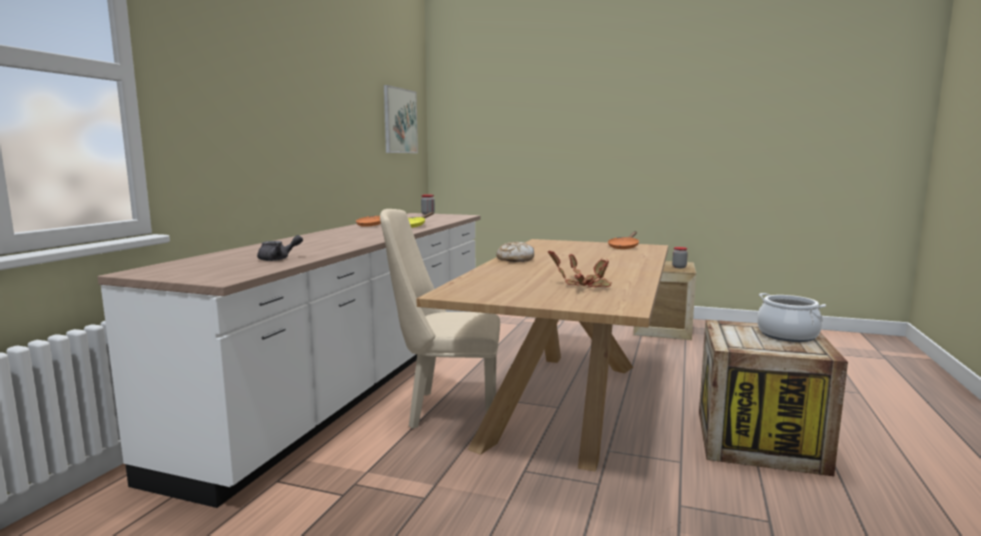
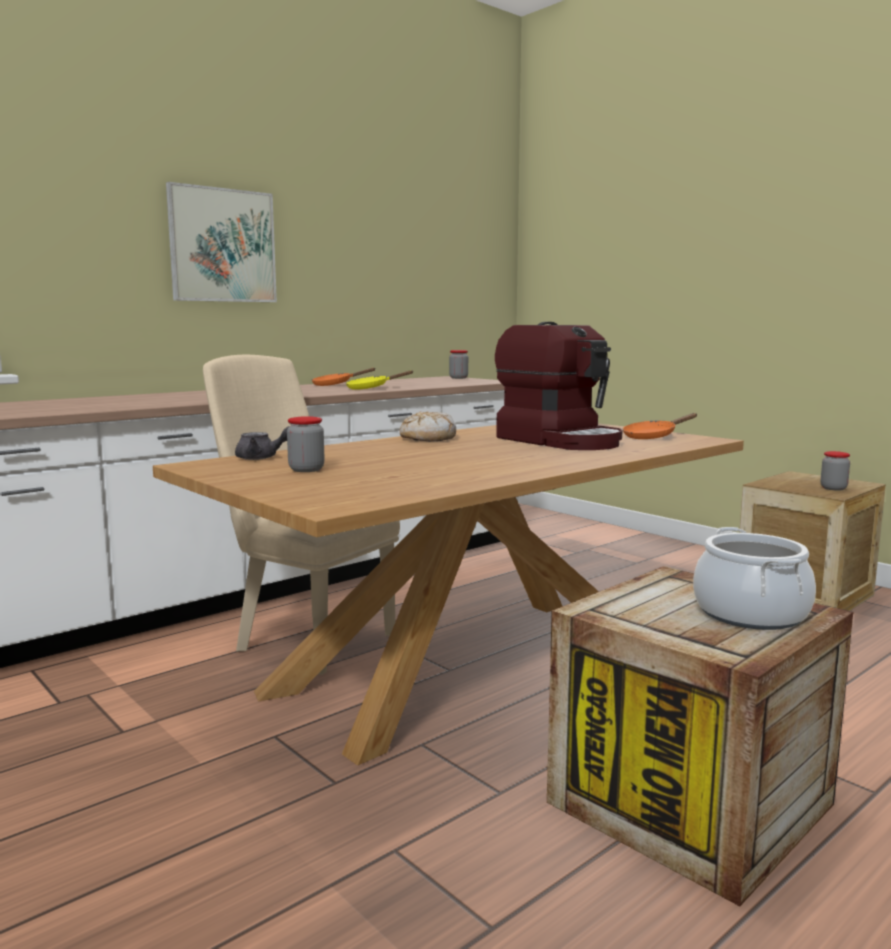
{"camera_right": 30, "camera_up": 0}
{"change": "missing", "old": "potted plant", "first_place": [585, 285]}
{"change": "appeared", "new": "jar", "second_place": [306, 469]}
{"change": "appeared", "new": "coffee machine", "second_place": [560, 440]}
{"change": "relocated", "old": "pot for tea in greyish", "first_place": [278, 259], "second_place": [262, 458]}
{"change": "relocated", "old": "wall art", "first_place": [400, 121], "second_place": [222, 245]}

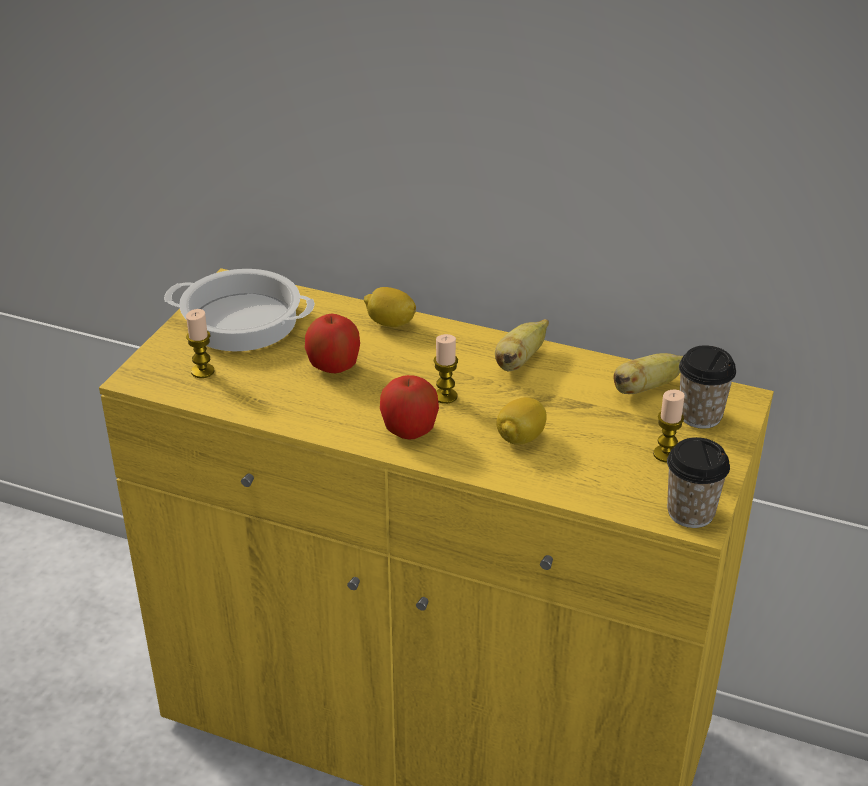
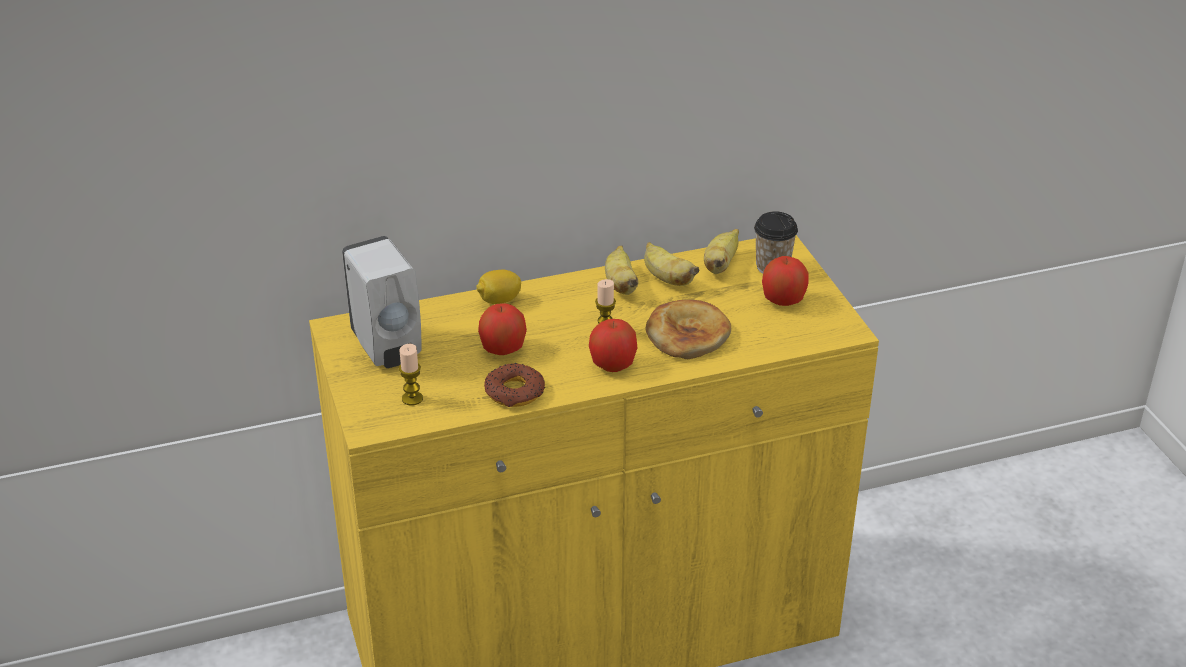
{"camera_right": -40, "camera_up": 0}
{"change": "missing", "old": "cup", "first_place": [690, 513]}
{"change": "appeared", "new": "donut", "second_place": [515, 392]}
{"change": "appeared", "new": "banana fruit", "second_place": [666, 278]}
{"change": "exchanged", "old": "stockpot", "new": "liquid soap bottle in white-coloured", "first_place": [243, 320], "second_place": [388, 349]}
{"change": "exchanged", "old": "citrus fruit", "new": "bakery bread", "first_place": [520, 438], "second_place": [687, 334]}
{"change": "exchanged", "old": "candle", "new": "apple fruit", "first_place": [665, 454], "second_place": [783, 300]}

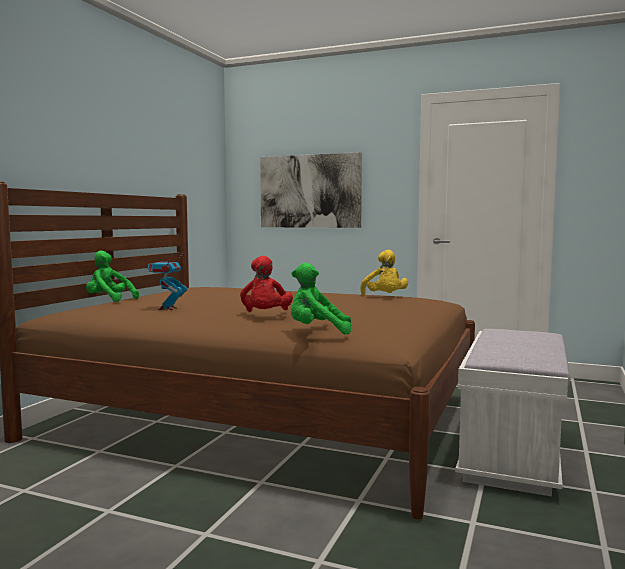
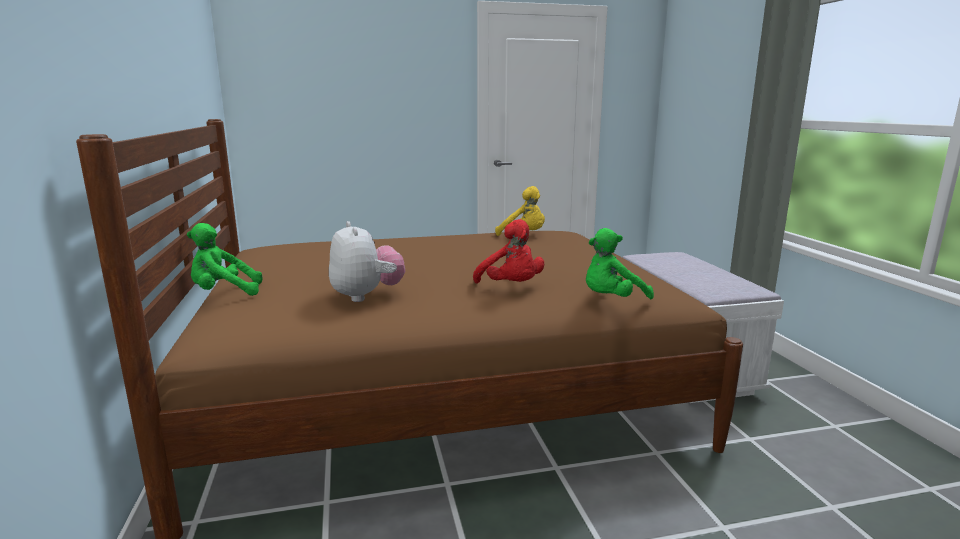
{"camera_right": -35, "camera_up": 10}
{"change": "missing", "old": "wall art", "first_place": [309, 191]}
{"change": "exchanged", "old": "model robot", "new": "soft toy", "first_place": [168, 308], "second_place": [366, 296]}

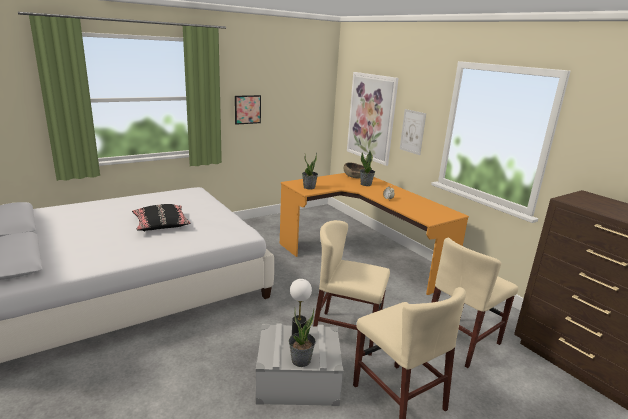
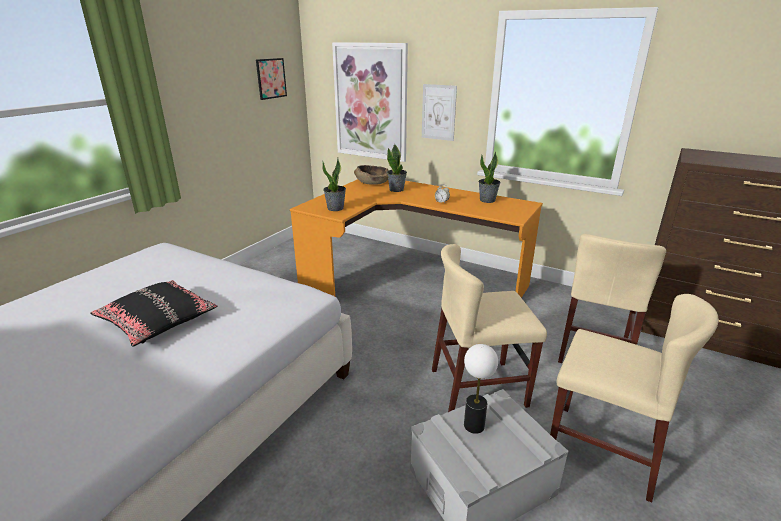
{"camera_right": -25, "camera_up": 5}
{"change": "relocated", "old": "wall art", "first_place": [247, 109], "second_place": [271, 78]}
{"change": "relocated", "old": "potted plant", "first_place": [301, 360], "second_place": [487, 200]}

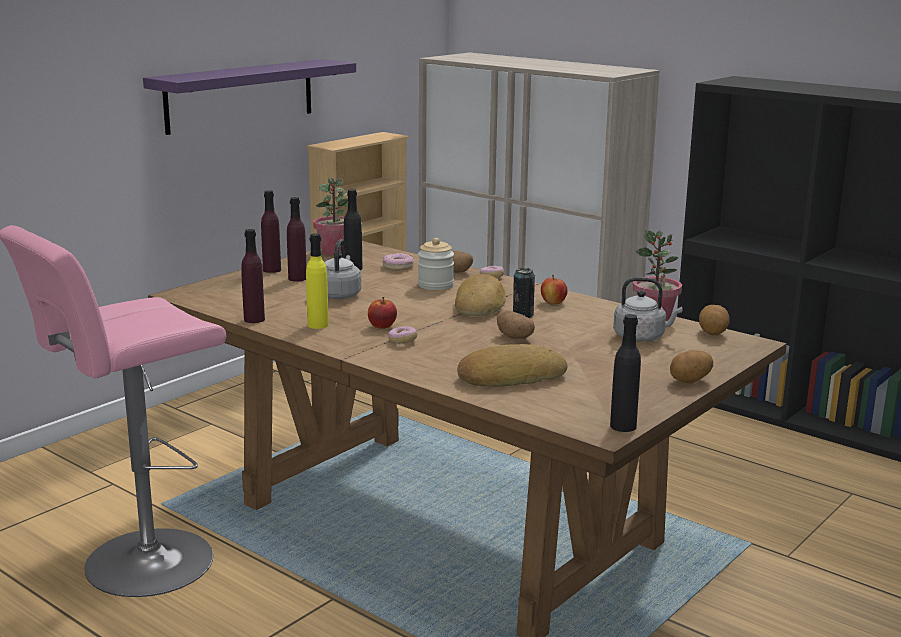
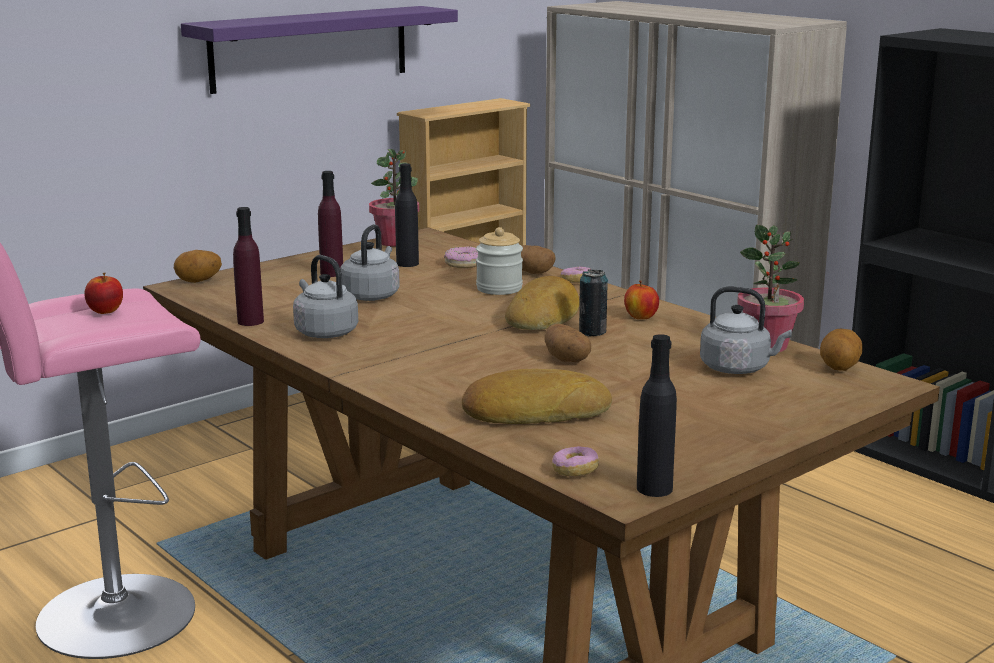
{"camera_right": 10, "camera_up": 0}
{"change": "missing", "old": "bottle in purple-coloured", "first_place": [272, 270]}
{"change": "relocated", "old": "apple fruit", "first_place": [382, 326], "second_place": [105, 311]}
{"change": "relocated", "old": "donut", "first_place": [402, 341], "second_place": [575, 471]}
{"change": "relocated", "old": "whole potato", "first_place": [690, 381], "second_place": [199, 281]}
{"change": "exchanged", "old": "bottle in yellowish", "new": "water kettle in greyish", "first_place": [318, 325], "second_place": [324, 332]}

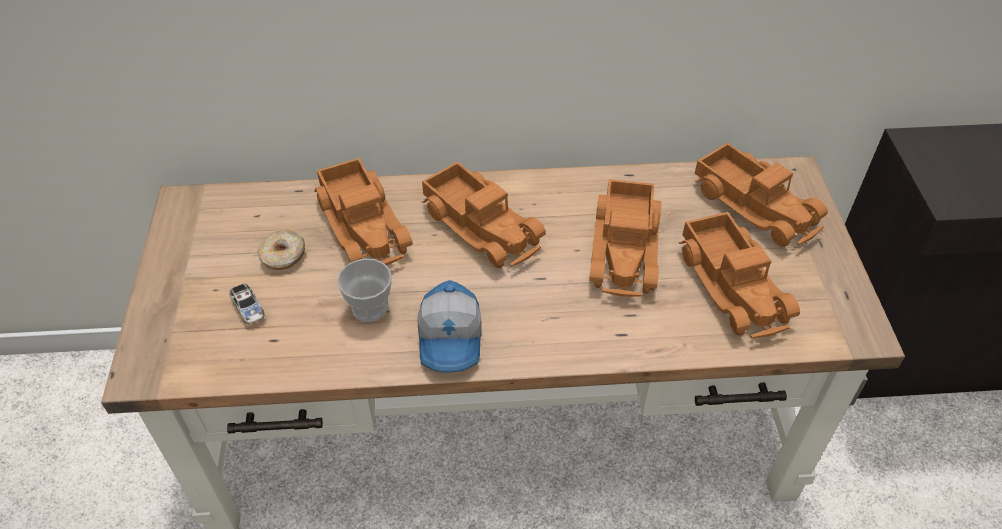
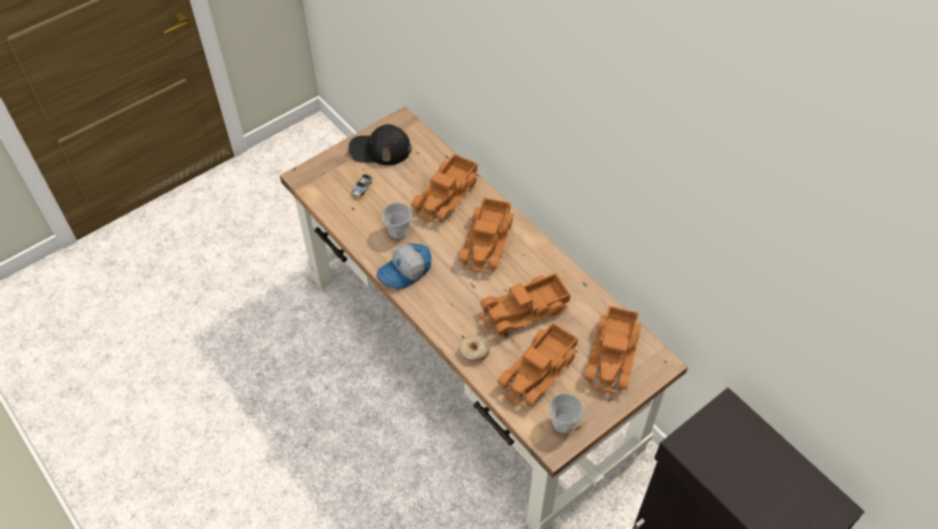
{"camera_right": 55, "camera_up": 5}
{"change": "appeared", "new": "cap in black-coloured", "second_place": [380, 149]}
{"change": "appeared", "new": "cup", "second_place": [563, 422]}
{"change": "relocated", "old": "donut", "first_place": [283, 256], "second_place": [474, 351]}

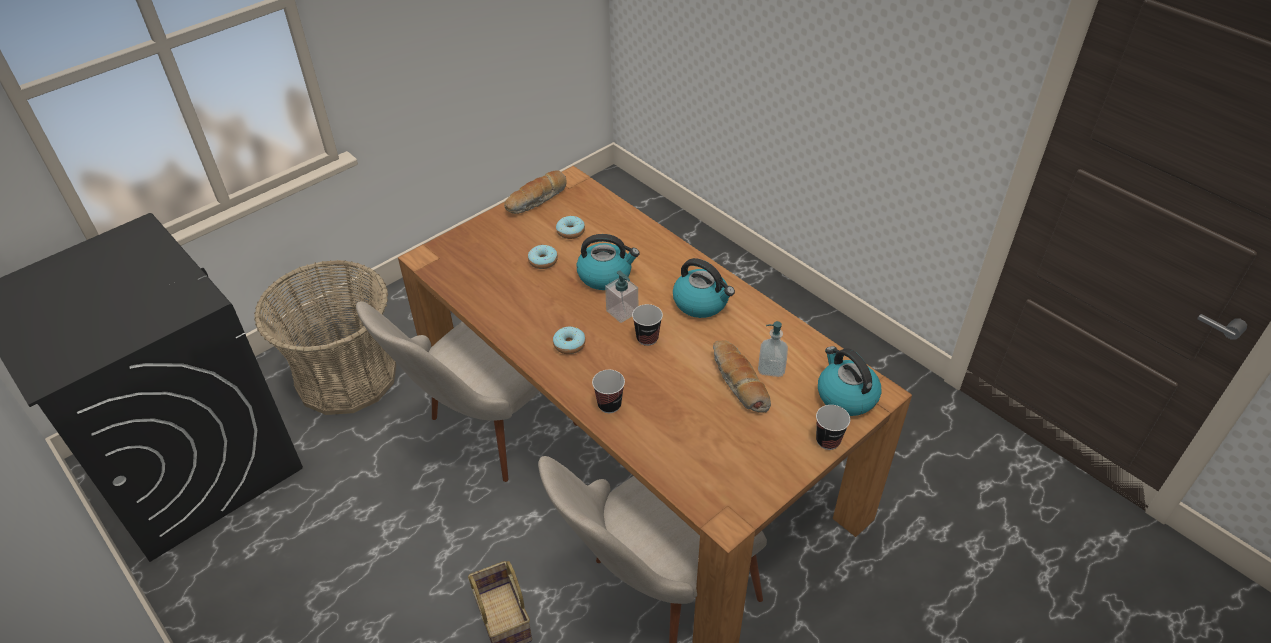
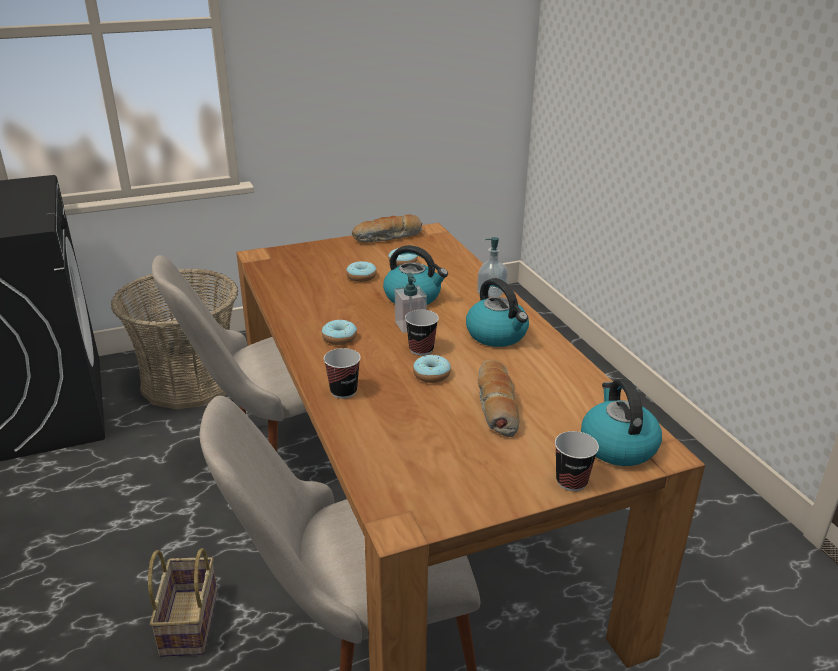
{"camera_right": 20, "camera_up": -15}
{"change": "appeared", "new": "donut", "second_place": [431, 375]}
{"change": "relocated", "old": "liquid soap bottle", "first_place": [771, 368], "second_place": [491, 293]}

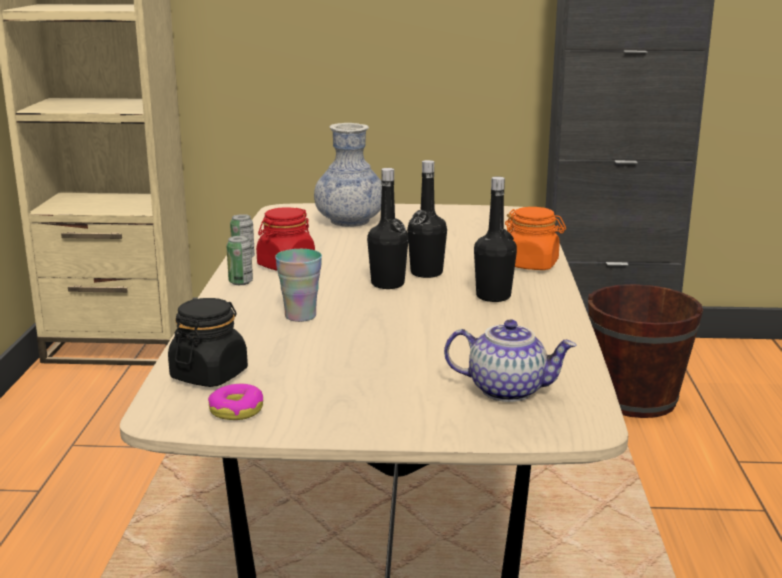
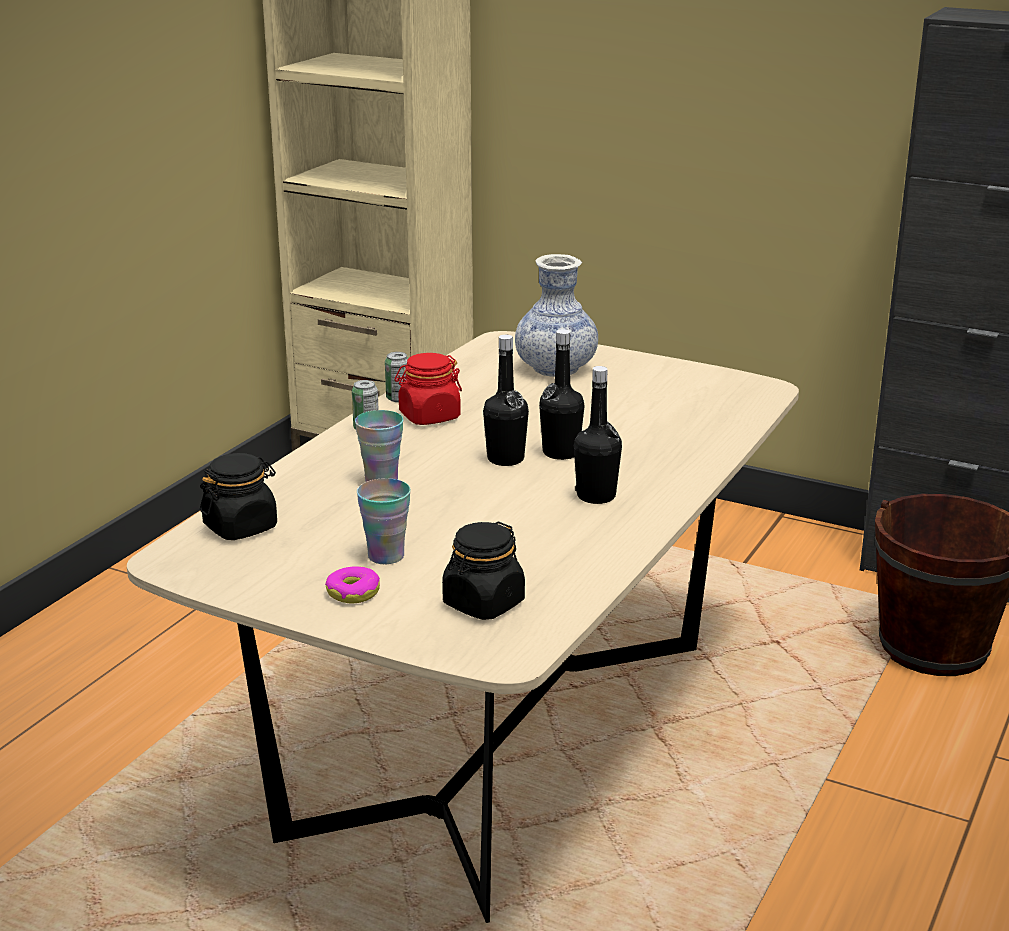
{"camera_right": 25, "camera_up": 5}
{"change": "missing", "old": "jar in orange-coloured", "first_place": [532, 264]}
{"change": "appeared", "new": "cup", "second_place": [386, 556]}
{"change": "relocated", "old": "donut", "first_place": [237, 410], "second_place": [353, 592]}
{"change": "exchanged", "old": "pot for tea", "new": "jar in black-coloured", "first_place": [508, 390], "second_place": [483, 604]}

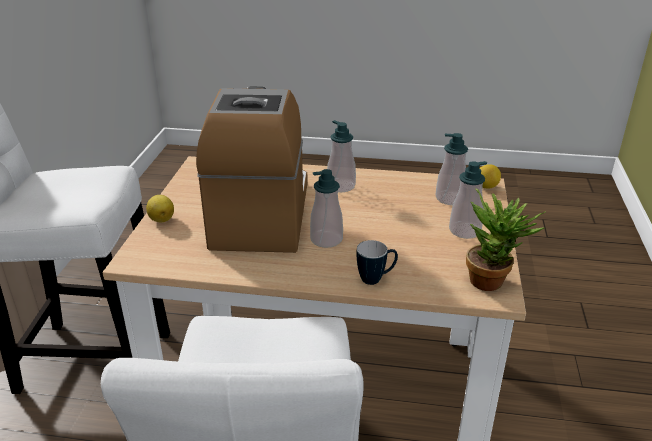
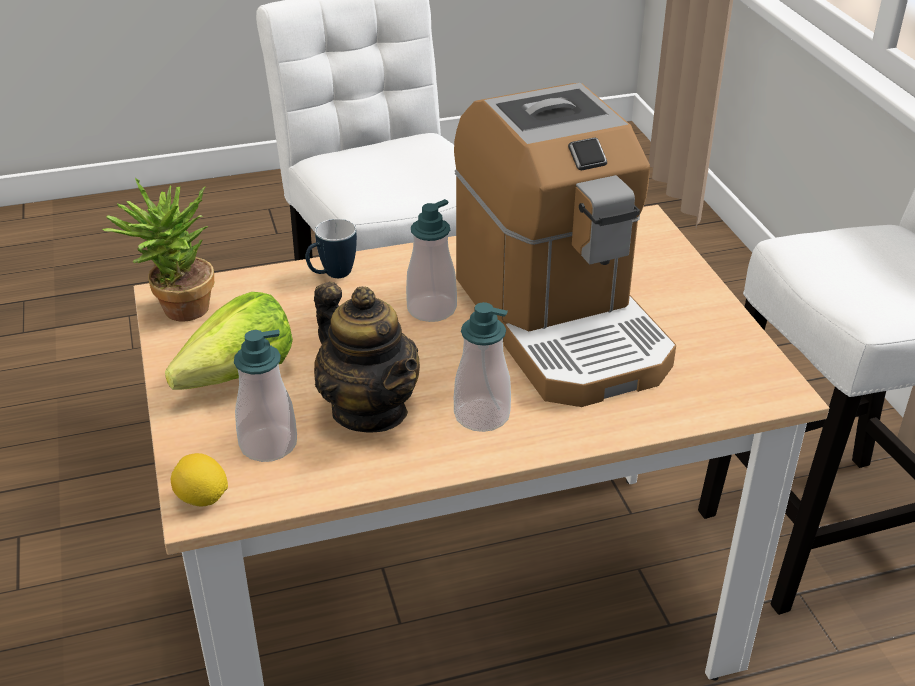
{"camera_right": 155, "camera_up": 5}
{"change": "missing", "old": "citrus fruit", "first_place": [162, 219]}
{"change": "appeared", "new": "pot for tea", "second_place": [370, 410]}
{"change": "exchanged", "old": "liquid soap bottle", "new": "head of lettuce", "first_place": [464, 231], "second_place": [228, 380]}

